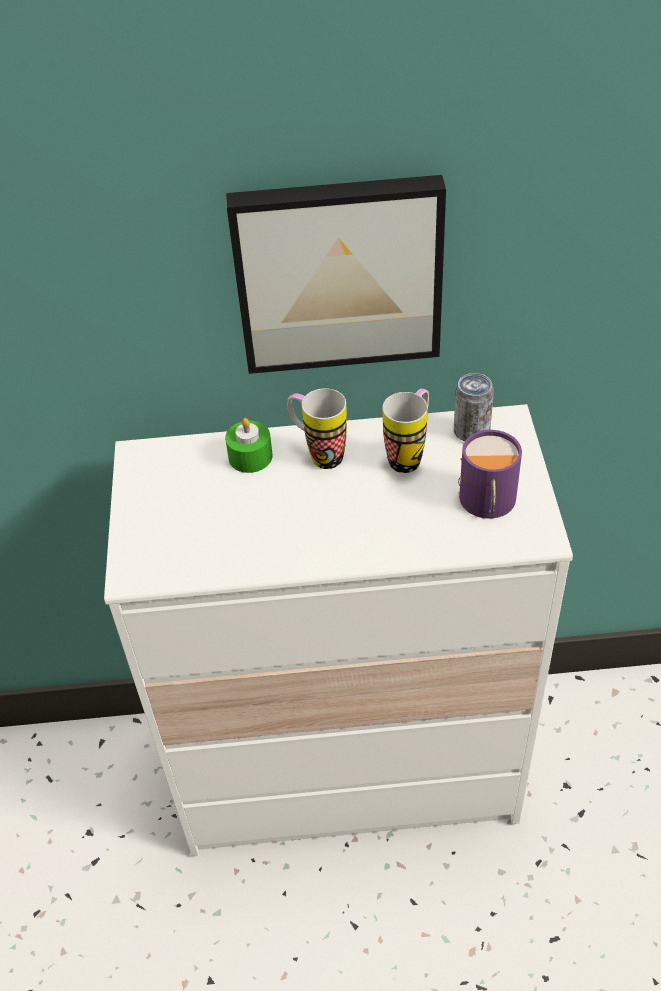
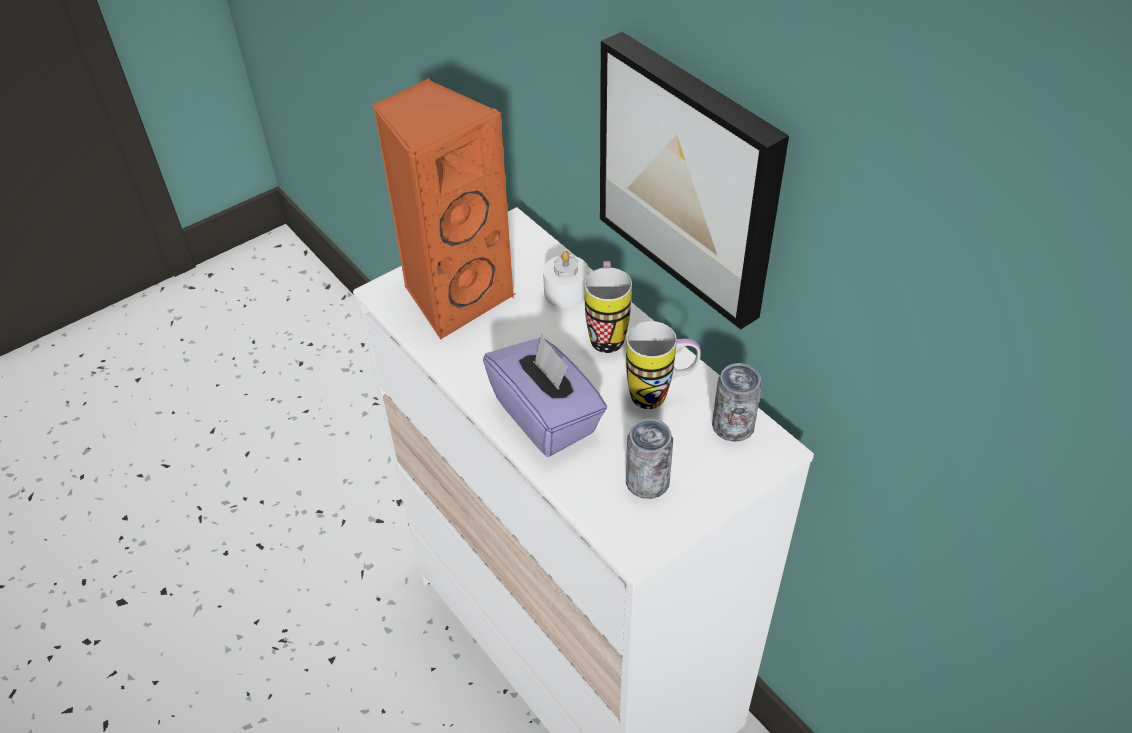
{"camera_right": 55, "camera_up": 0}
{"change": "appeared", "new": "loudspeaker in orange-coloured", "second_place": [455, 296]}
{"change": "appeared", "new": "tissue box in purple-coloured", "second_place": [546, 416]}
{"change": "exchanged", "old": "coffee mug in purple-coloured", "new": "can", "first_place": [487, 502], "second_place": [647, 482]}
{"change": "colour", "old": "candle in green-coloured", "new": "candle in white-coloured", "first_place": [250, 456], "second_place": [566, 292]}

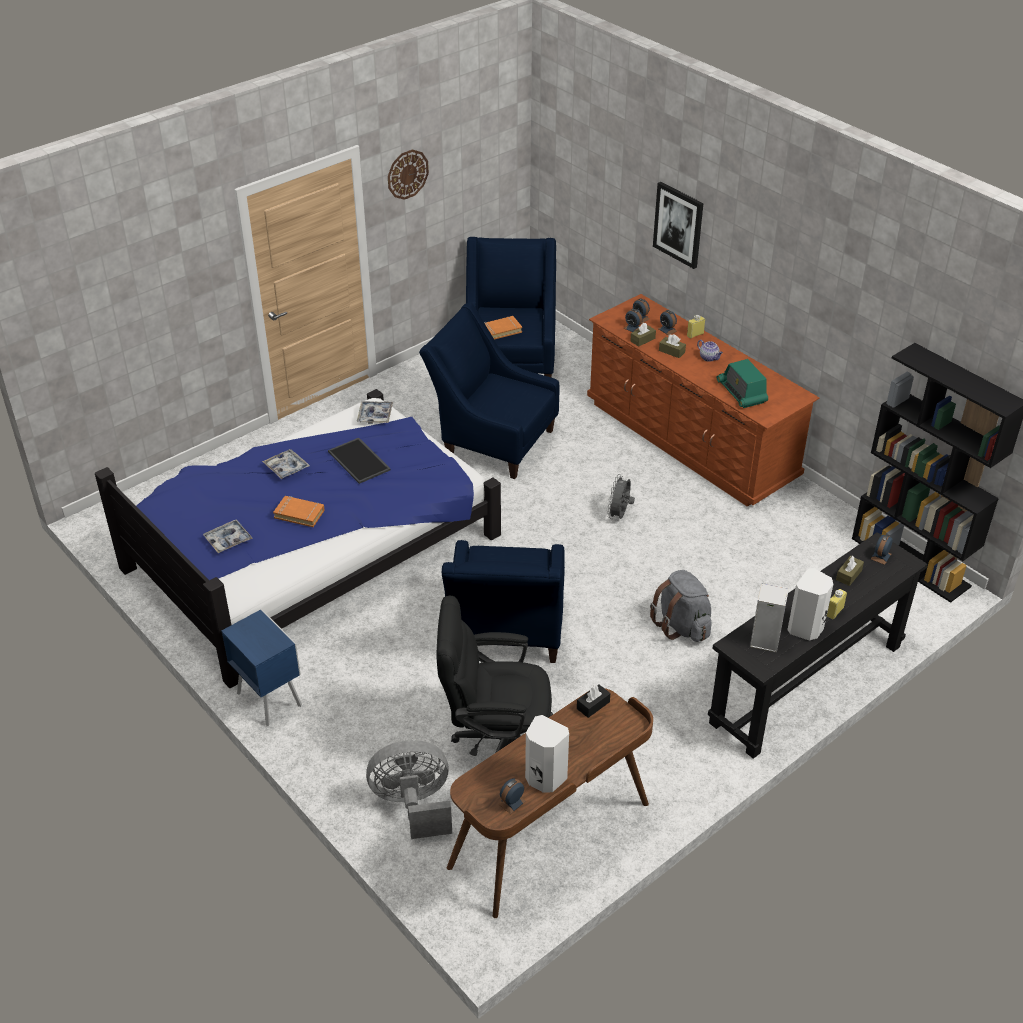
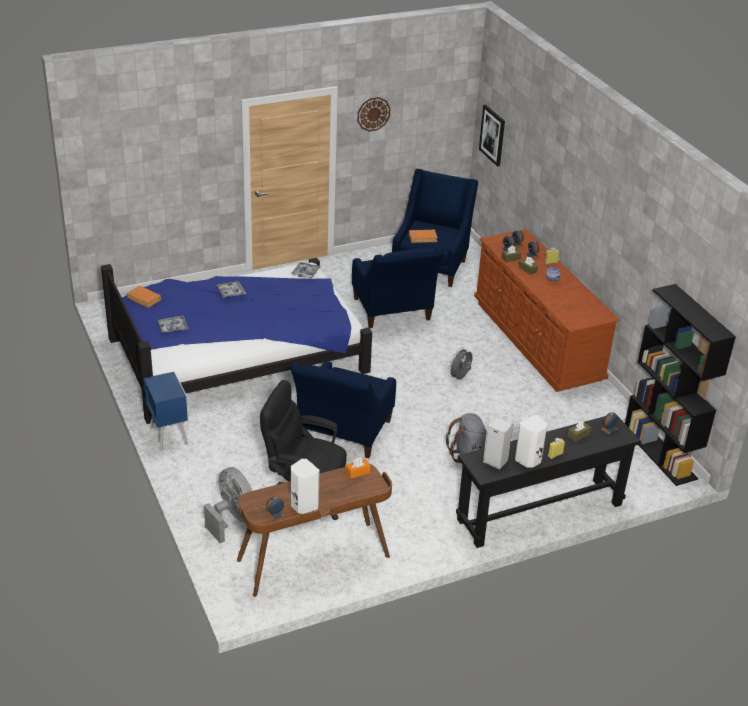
{"camera_right": 15, "camera_up": -5}
{"change": "missing", "old": "carrying tray", "first_place": [360, 461]}
{"change": "missing", "old": "radio receiver", "first_place": [741, 393]}
{"change": "relocated", "old": "volume in orange-coloured", "first_place": [299, 514], "second_place": [144, 298]}
{"change": "relocated", "old": "wall art", "first_place": [678, 224], "second_place": [492, 135]}
{"change": "colour", "old": "tissue box in black-coloured", "new": "tissue box in orange-coloured", "first_place": [593, 705], "second_place": [357, 472]}
{"change": "spun", "old": "cooling fan in greyish", "first_place": [413, 805], "second_place": [232, 519], "degrees": 45}
{"change": "spun", "old": "easy chair in blue-coloured", "first_place": [492, 441], "second_place": [393, 312], "degrees": -150}

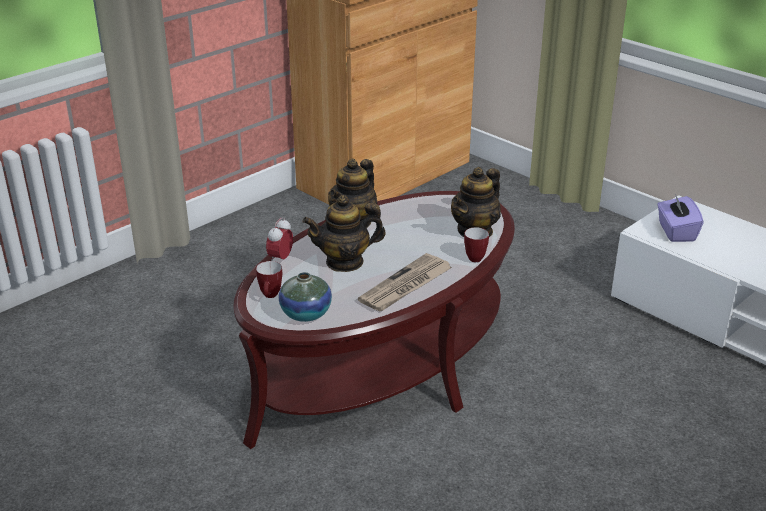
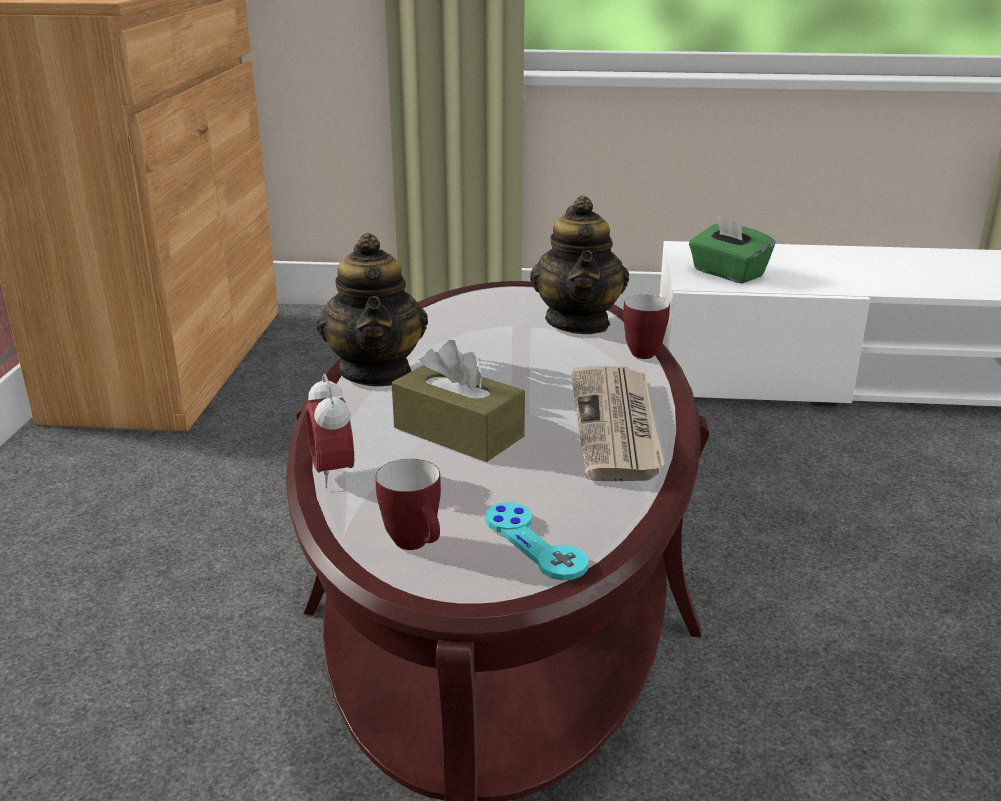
{"camera_right": -40, "camera_up": -5}
{"change": "exchanged", "old": "vase", "new": "game controller in blue-green", "first_place": [306, 313], "second_place": [534, 543]}
{"change": "exchanged", "old": "pot for tea", "new": "tissue box in brownish", "first_place": [345, 262], "second_place": [458, 432]}
{"change": "colour", "old": "tissue box in purple-coloured", "new": "tissue box in green-coloured", "first_place": [676, 232], "second_place": [727, 273]}

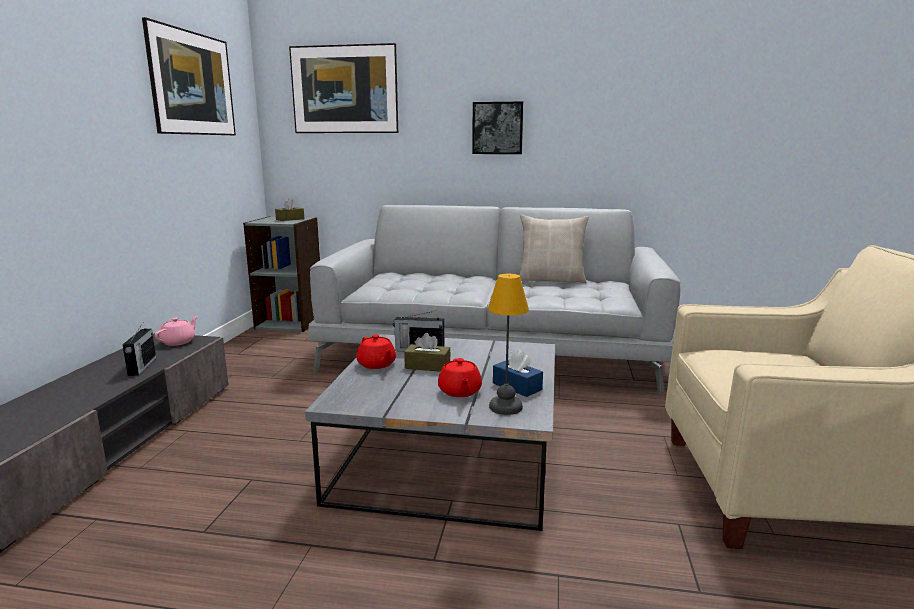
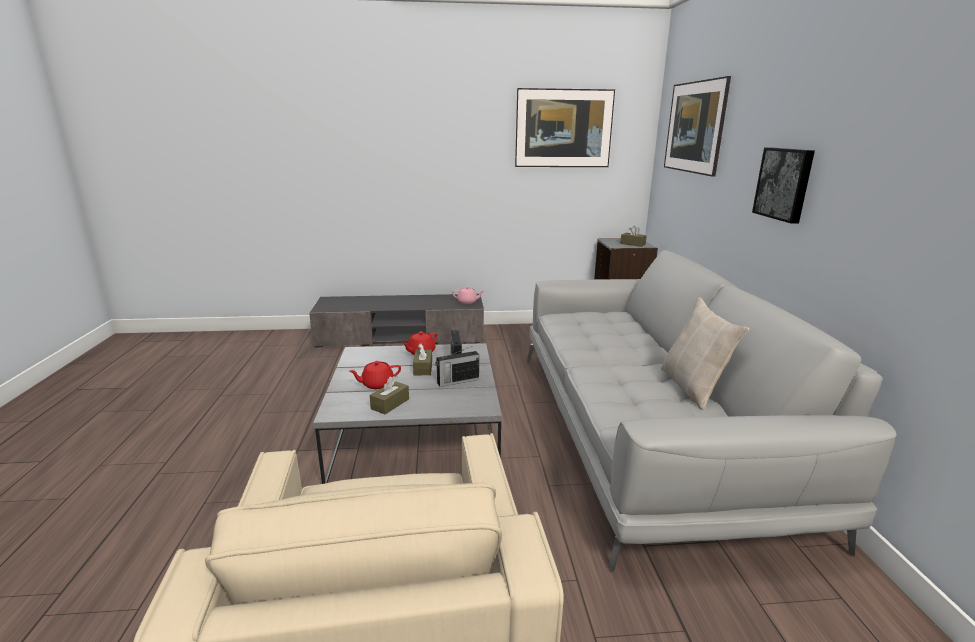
{"camera_right": 75, "camera_up": 5}
{"change": "missing", "old": "lamp for a table", "first_place": [505, 407]}
{"change": "relocated", "old": "radio receiver", "first_place": [141, 367], "second_place": [457, 381]}
{"change": "colour", "old": "tissue box in blue-coloured", "new": "tissue box in brownish", "first_place": [517, 386], "second_place": [390, 404]}

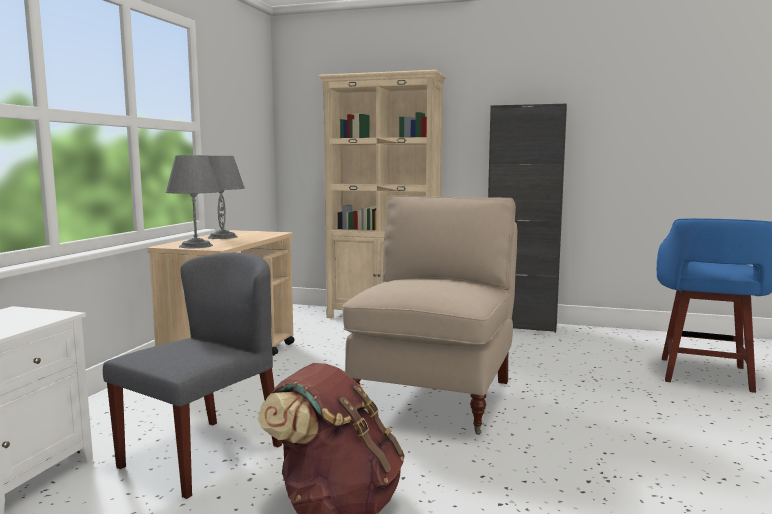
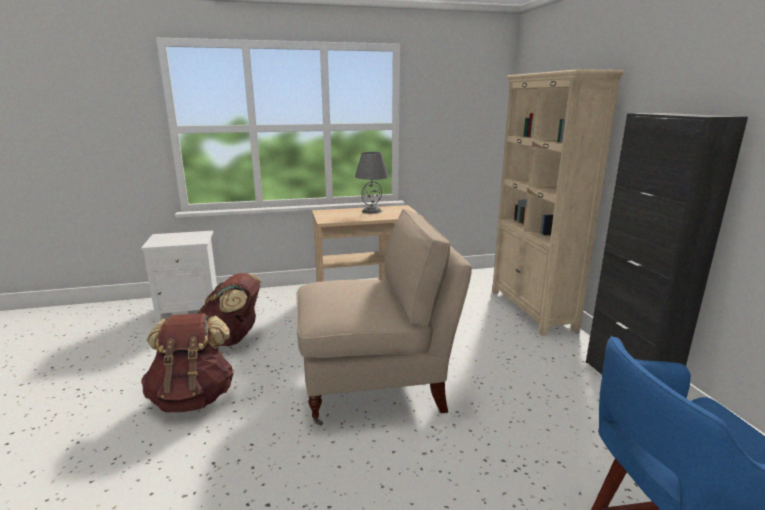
{"camera_right": 60, "camera_up": 10}
{"change": "missing", "old": "lamp for a table in greyish", "first_place": [195, 246]}
{"change": "exchanged", "old": "chair in greyish", "new": "knapsack in brownish", "first_place": [202, 455], "second_place": [232, 339]}

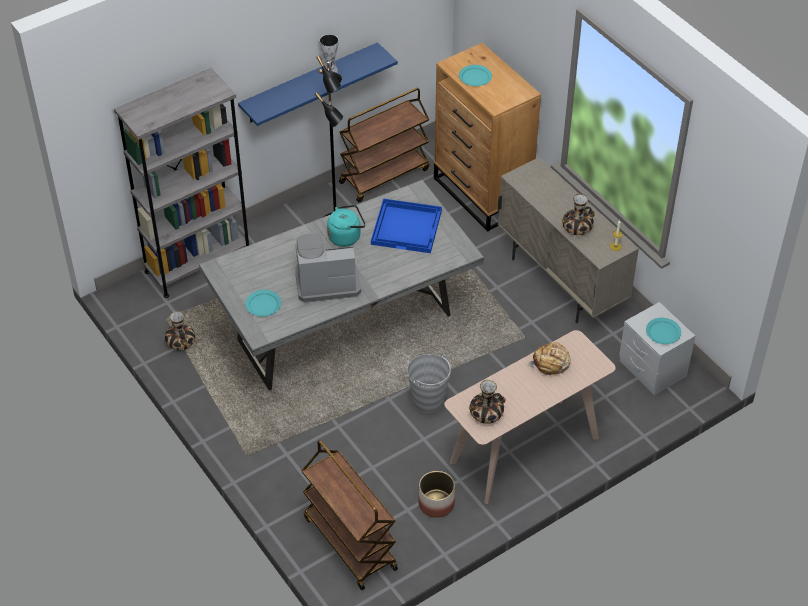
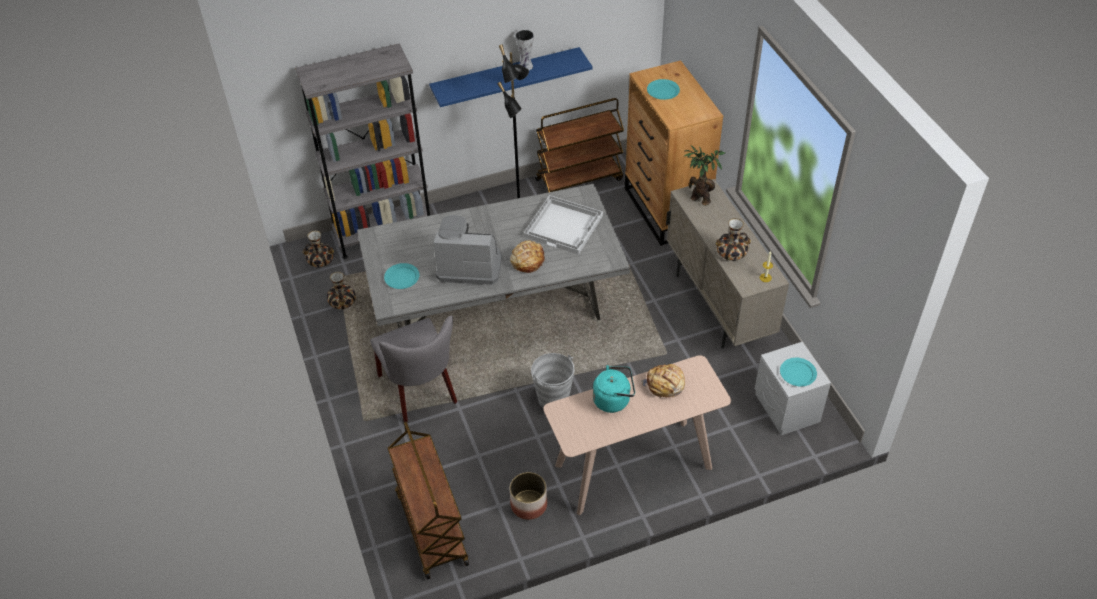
{"camera_right": 15, "camera_up": 0}
{"change": "appeared", "new": "chair in greyish", "second_place": [421, 392]}
{"change": "appeared", "new": "bakery bread", "second_place": [527, 260]}
{"change": "appeared", "new": "potted plant", "second_place": [699, 198]}
{"change": "relocated", "old": "water kettle in blue-green", "first_place": [346, 236], "second_place": [613, 400]}
{"change": "relocated", "old": "vase", "first_place": [487, 413], "second_place": [321, 260]}
{"change": "colour", "old": "carrying tray in blue-coloured", "new": "carrying tray in white-coloured", "first_place": [407, 227], "second_place": [564, 226]}

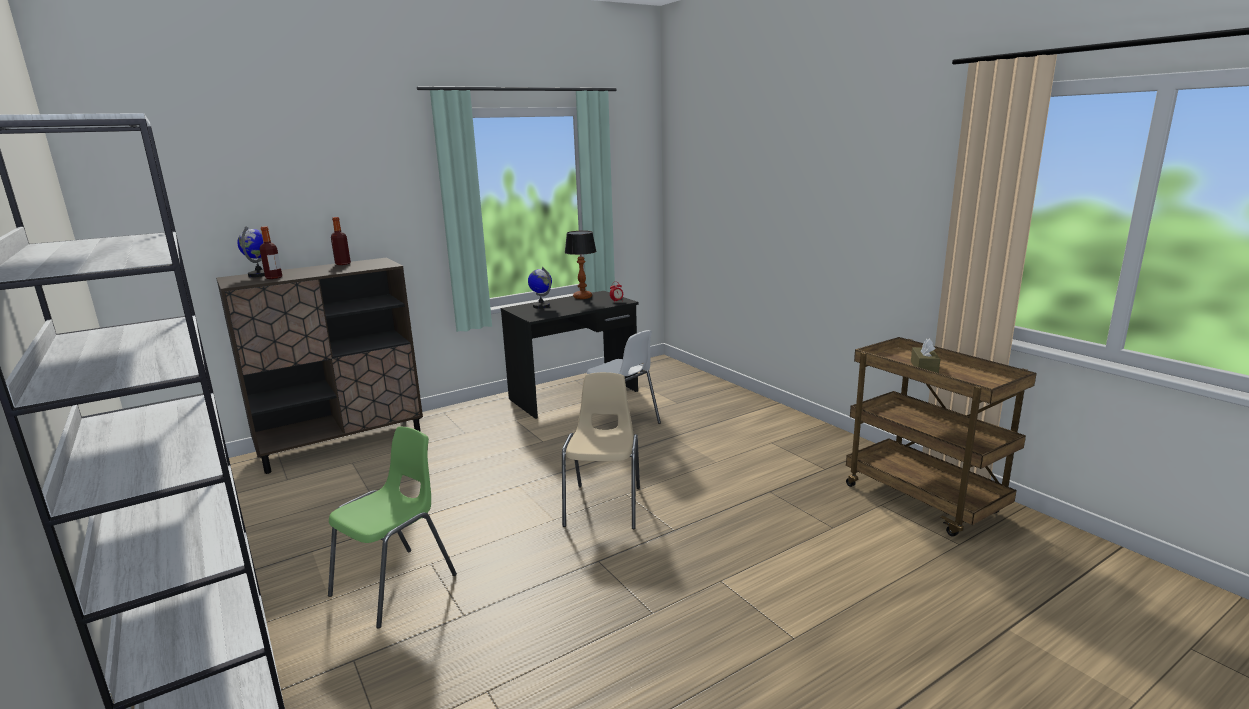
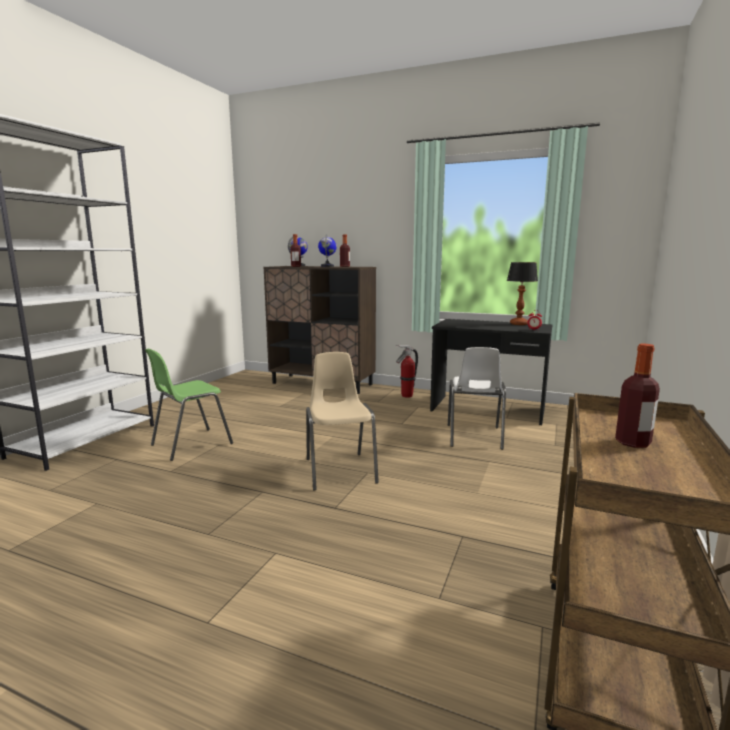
{"camera_right": 55, "camera_up": -5}
{"change": "appeared", "new": "extinguisher", "second_place": [406, 396]}
{"change": "relocated", "old": "globe", "first_place": [541, 306], "second_place": [327, 266]}
{"change": "exchanged", "old": "tissue box in brownish", "new": "bottle", "first_place": [924, 367], "second_place": [632, 443]}
{"change": "spun", "old": "chair in green-coloured", "first_place": [396, 585], "second_place": [190, 444], "degrees": 135}
{"change": "spun", "old": "chair in beige", "first_place": [604, 506], "second_place": [340, 470], "degrees": -75}

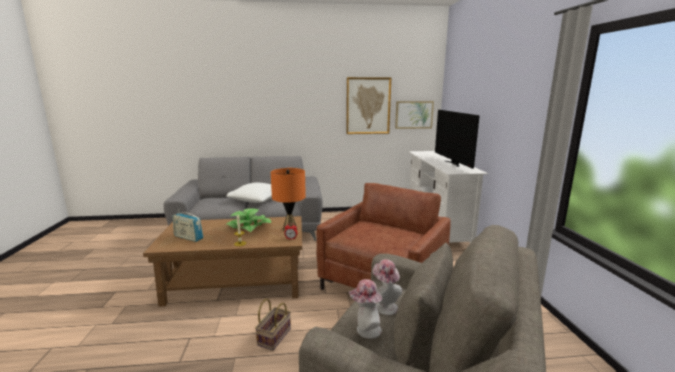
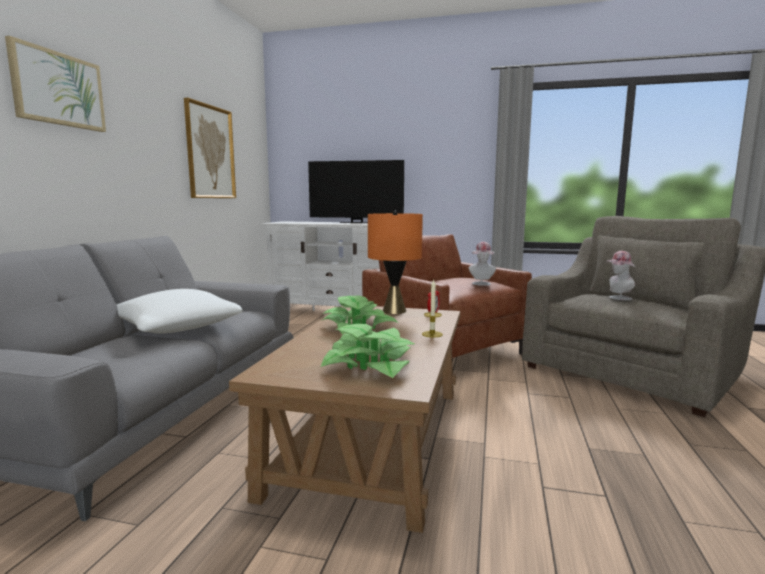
{"camera_right": -70, "camera_up": -5}
{"change": "missing", "old": "household basket", "first_place": [274, 336]}
{"change": "relocated", "old": "hat", "first_place": [365, 330], "second_place": [481, 284]}
{"change": "relocated", "old": "wall art", "first_place": [414, 114], "second_place": [58, 89]}
{"change": "exchanged", "old": "radio receiver", "new": "potted plant", "first_place": [188, 237], "second_place": [369, 364]}

